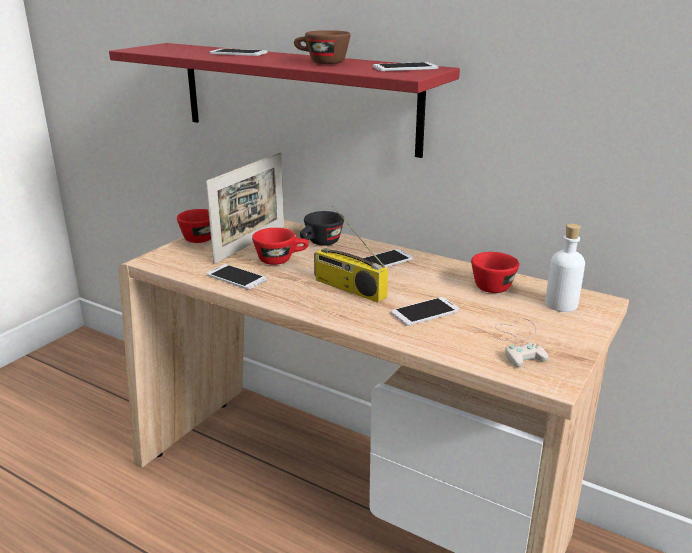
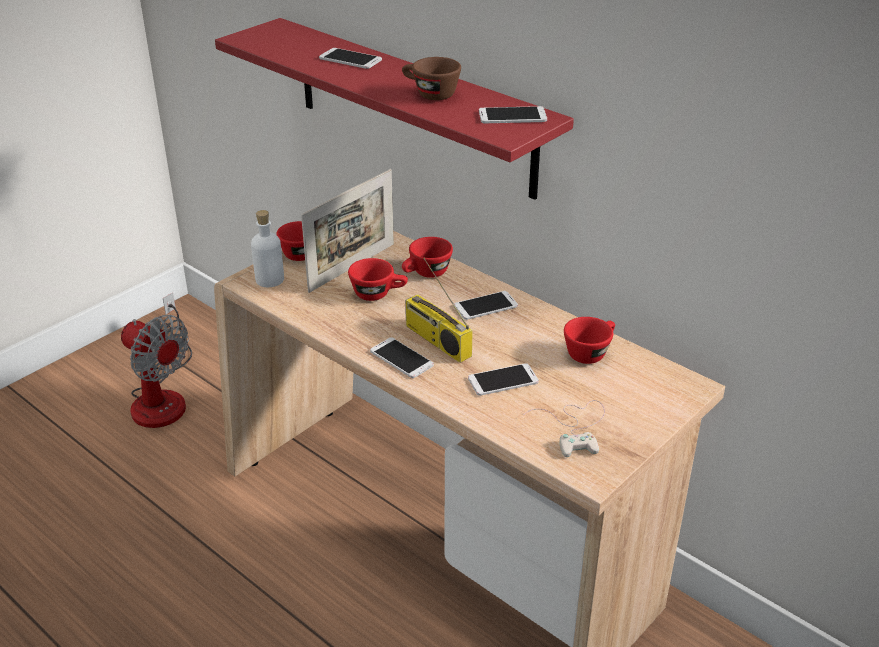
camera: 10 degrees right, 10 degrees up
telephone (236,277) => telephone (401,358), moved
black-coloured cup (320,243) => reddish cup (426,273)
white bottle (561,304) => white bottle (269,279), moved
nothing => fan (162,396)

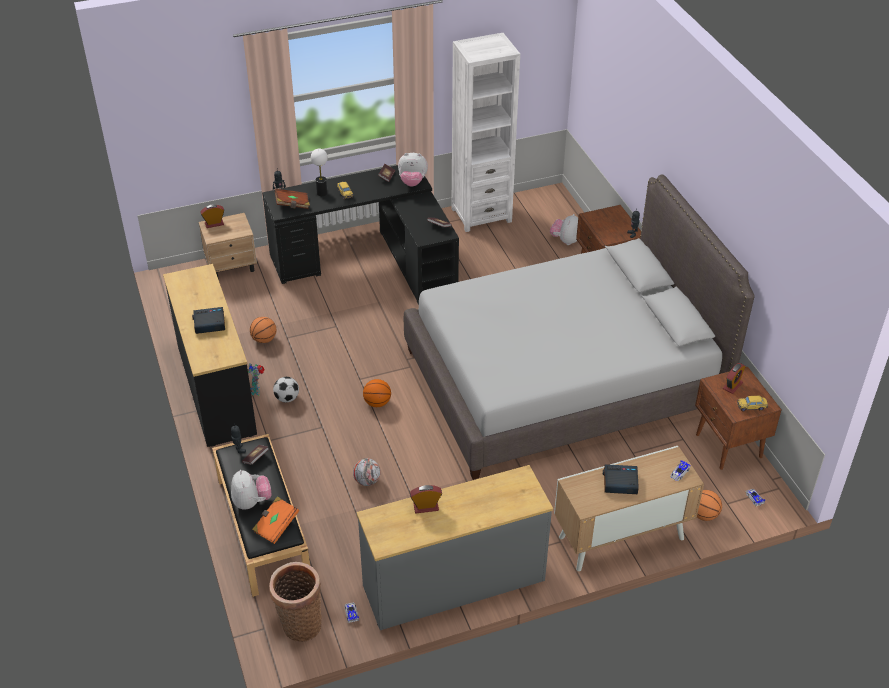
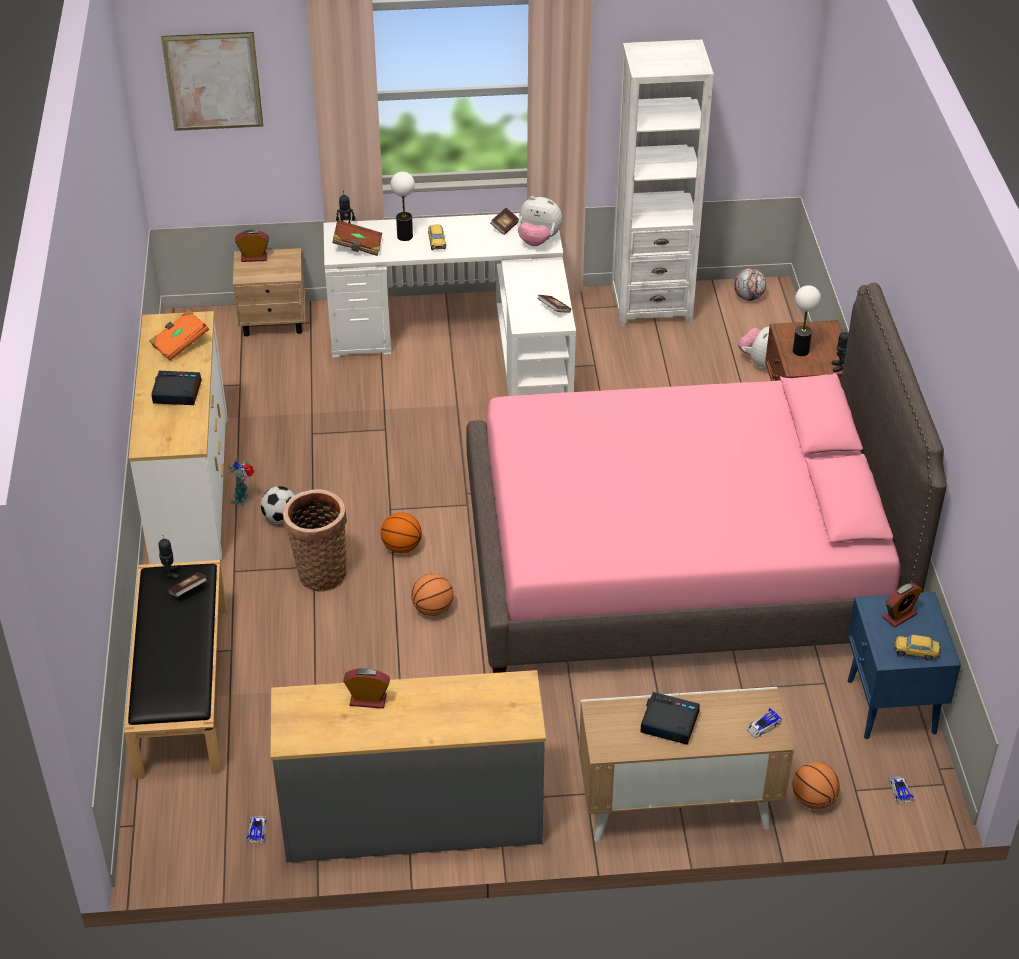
camera: 15 degrees right, 0 degrees up
black-coloured dresser (215,390) => white dresser (189,488)
soft toy (251,502) => nothing
ball for basketball (264,339) => ball for basketball (433,609), moved
orange bound book (276,525) => orange bound book (180,344), moved
black-coloured desk (373,260) => white desk (472,344)
storage basket (299,624) => storage basket (320,572), moved
football ball (367,481) => football ball (748,297), moved
gray bedroom bed (563,380) => pink bedroom bed (680,563)
brown-coloured bedside table (728,446) => blue-coloured bedside table (891,707)
nothing => wall art (213,81)
nothing => lamp for a table (800,351)

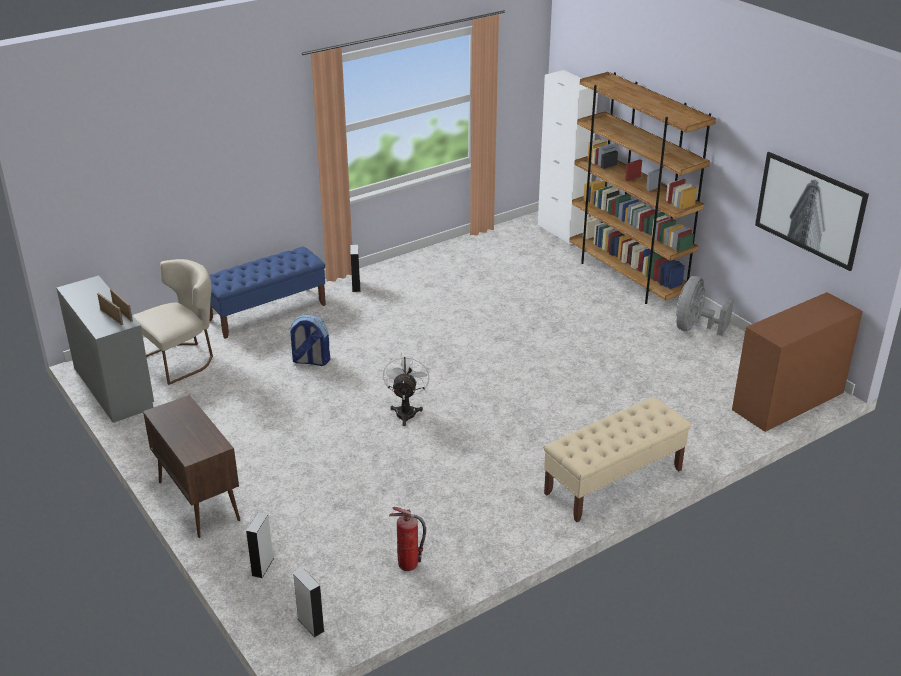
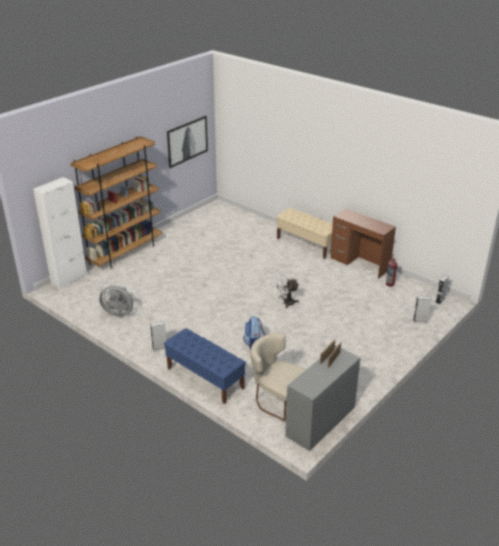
camera: 105 degrees left, 0 degrees up
brown-coloured storage cabinet (198,500) => nothing
gray fan (695,328) => gray fan (118,312), moved
brown-coloured desk (788,401) => brown-coloured desk (360,264), moved

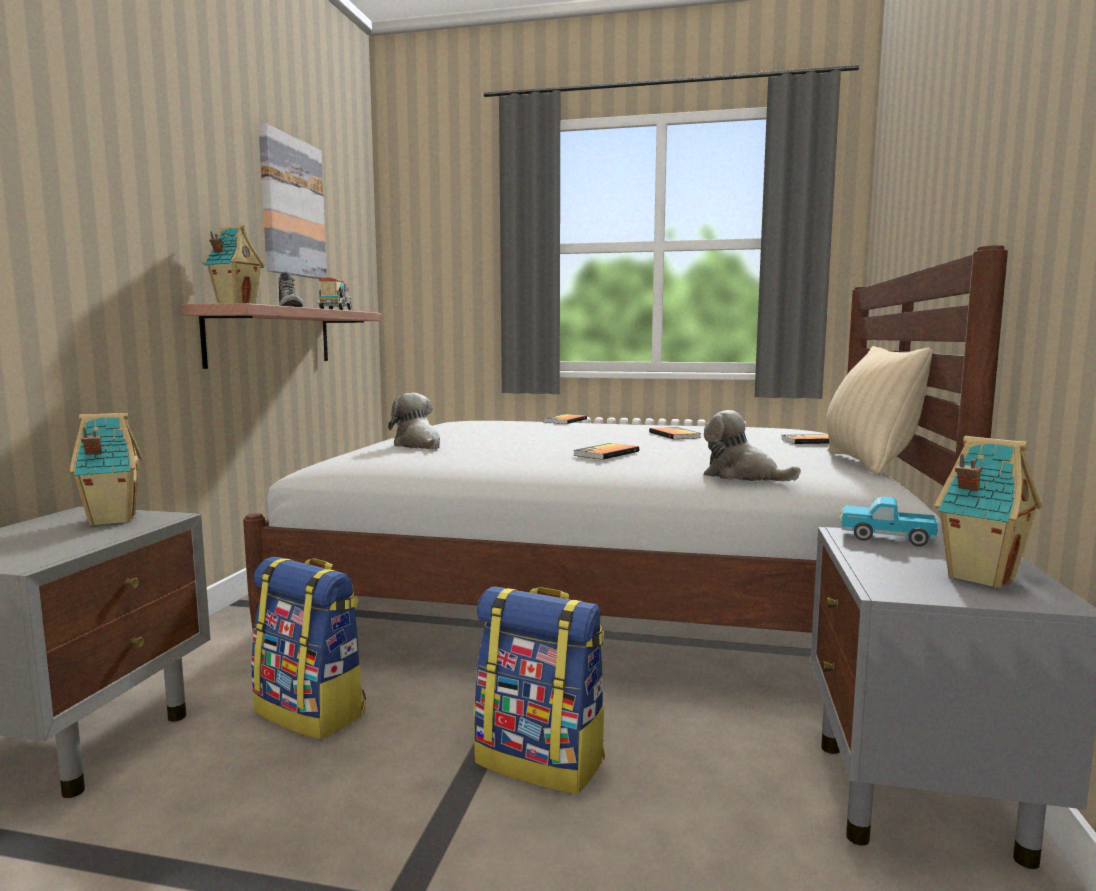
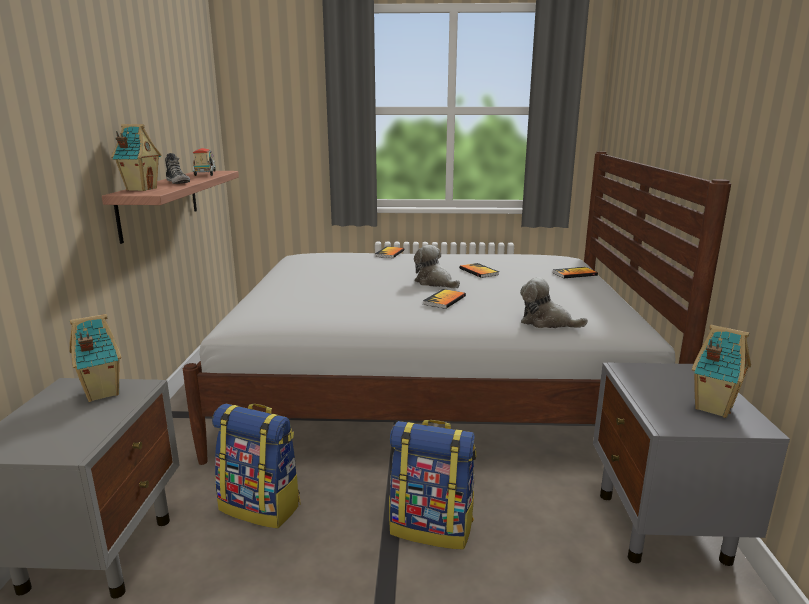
camera: 10 degrees left, 10 degrees up
wall art (291,207) => nothing
soft toy (418,445) => soft toy (435,283), moved
beige pillow (868,463) => nothing
toy truck (885,538) => nothing

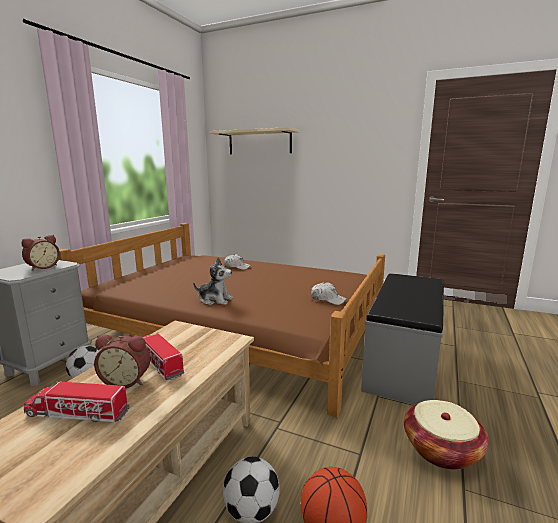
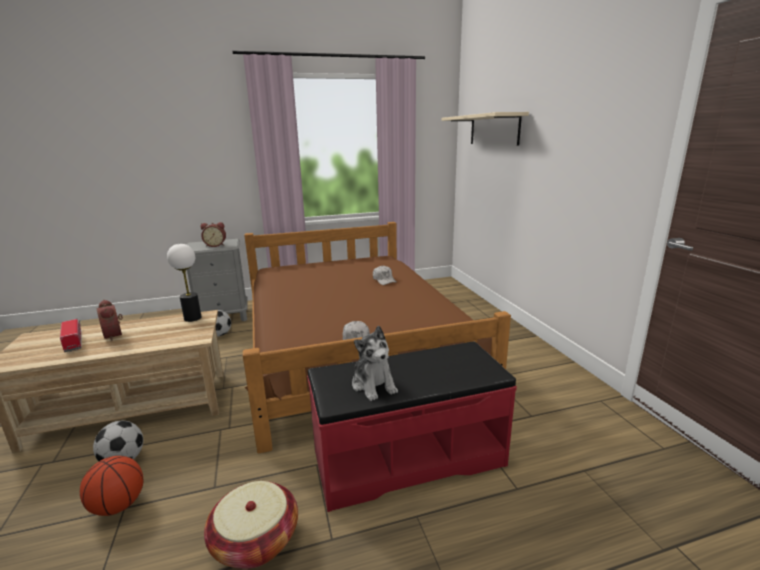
camera: 50 degrees right, 5 degrees up
toy truck (159,362) => nothing
soft toy (215,300) => soft toy (373,385), moved
gray indoor bench (402,362) => reddish indoor bench (407,457)
nothing => lamp for a table (192,318)

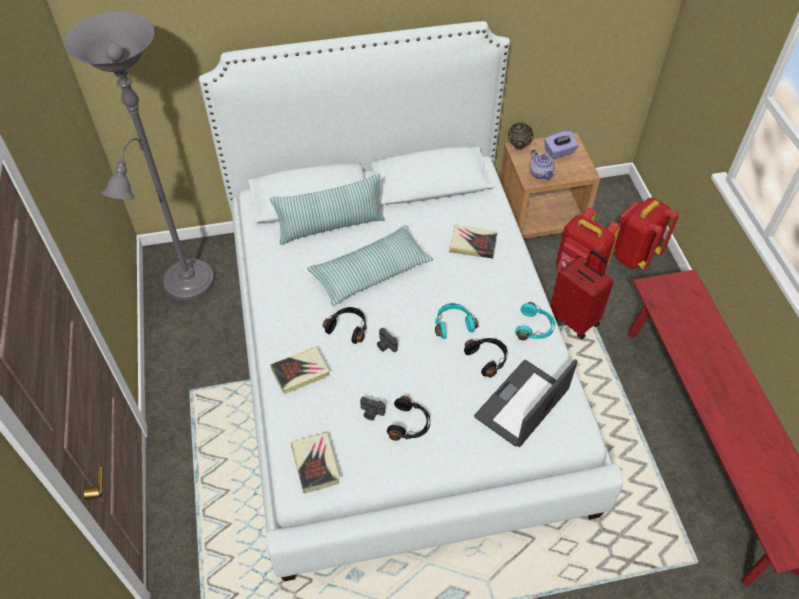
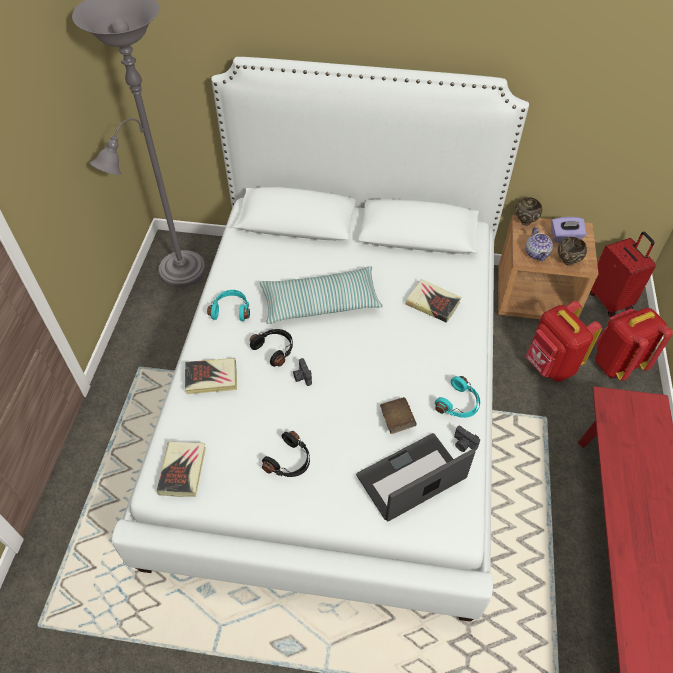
camera: 20 degrees right, 0 degrees up
pillow (331,226) => nothing
photo camera (371,413) => photo camera (463,444), moved
blue-green pair of headphones (453,324) => blue-green pair of headphones (231,310), moved
black-coloured pair of headphones (487,358) => brown-coloured bound book (397,420)
reddish piece of luggage (574,319) => reddish piece of luggage (610,300), moved
nothing => brown-coloured bowl (567,261)

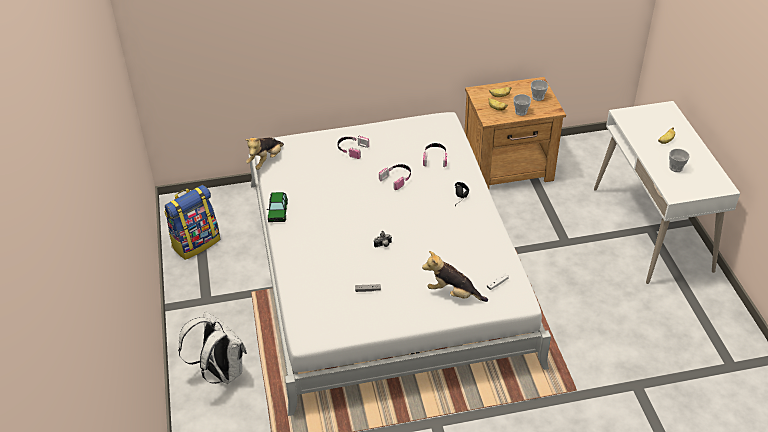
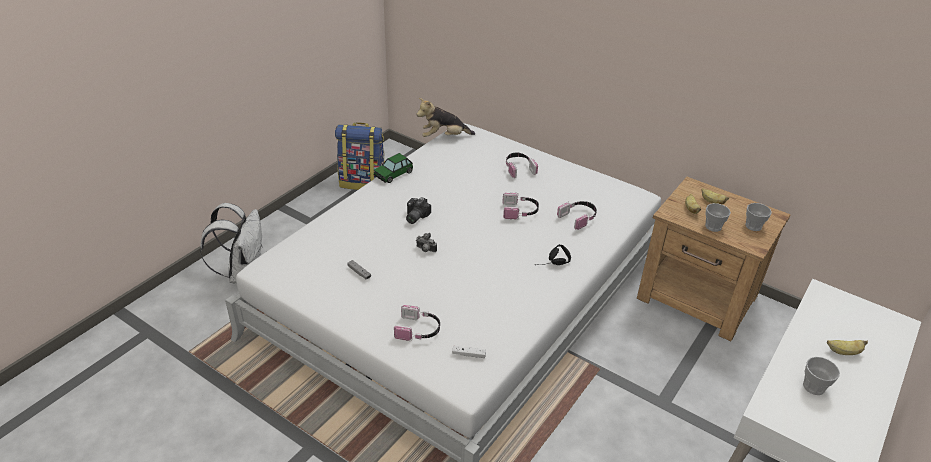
camera: 45 degrees right, 5 degrees down
soft toy (453,293) => pair of headphones (418,330)
nothing => photo camera (414,217)

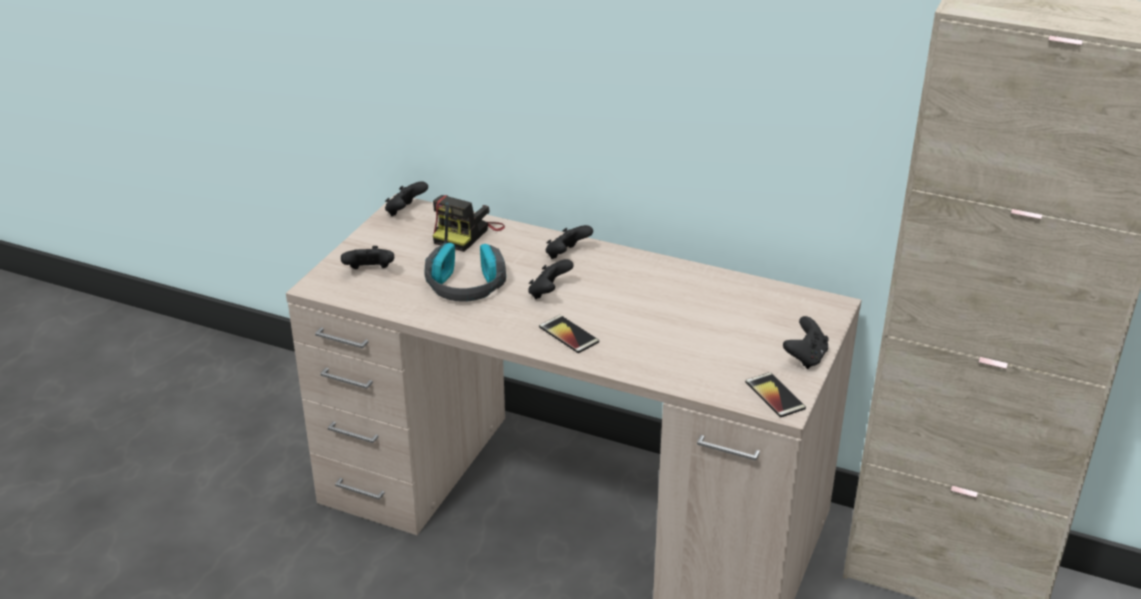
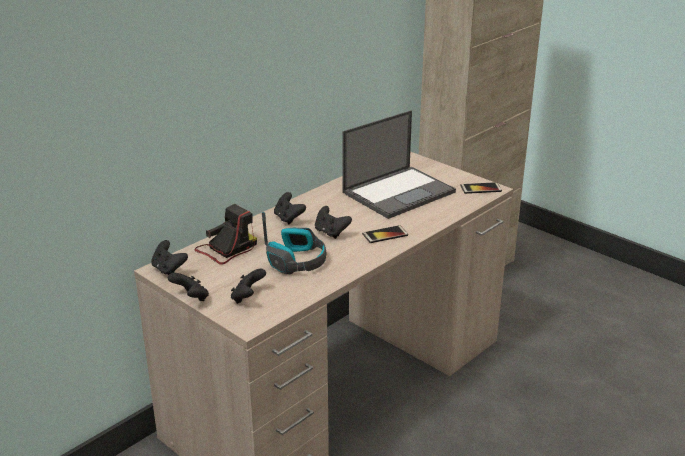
camera: 70 degrees left, 5 degrees down
photo camera (467,233) => photo camera (226,249), 90 degrees counterclockwise
black-coloured gamepad (805,358) => black-coloured gamepad (191,298), moved
nothing => portable computer (399,192)

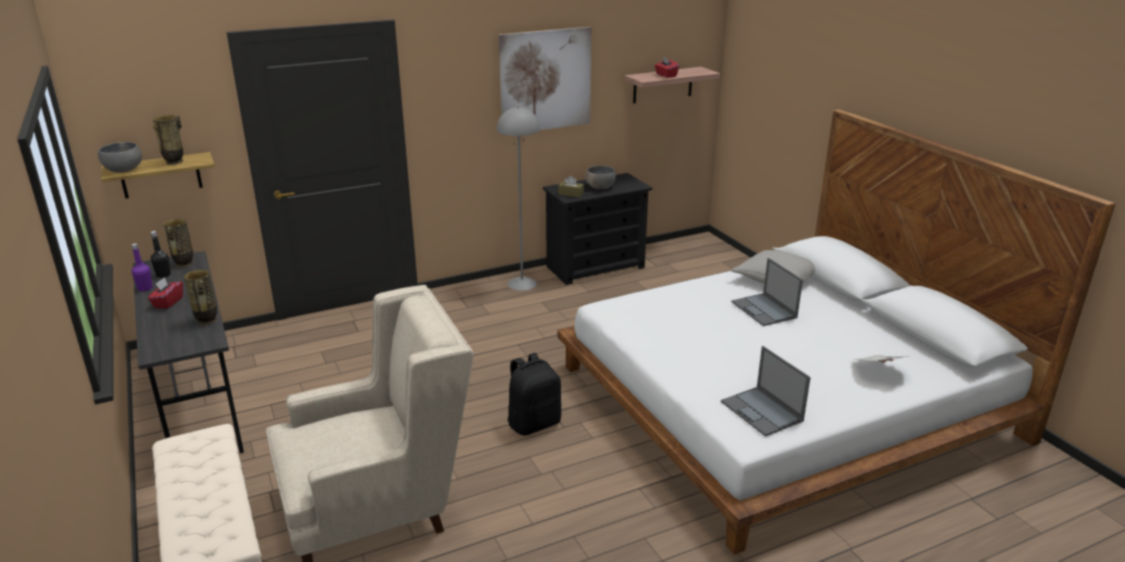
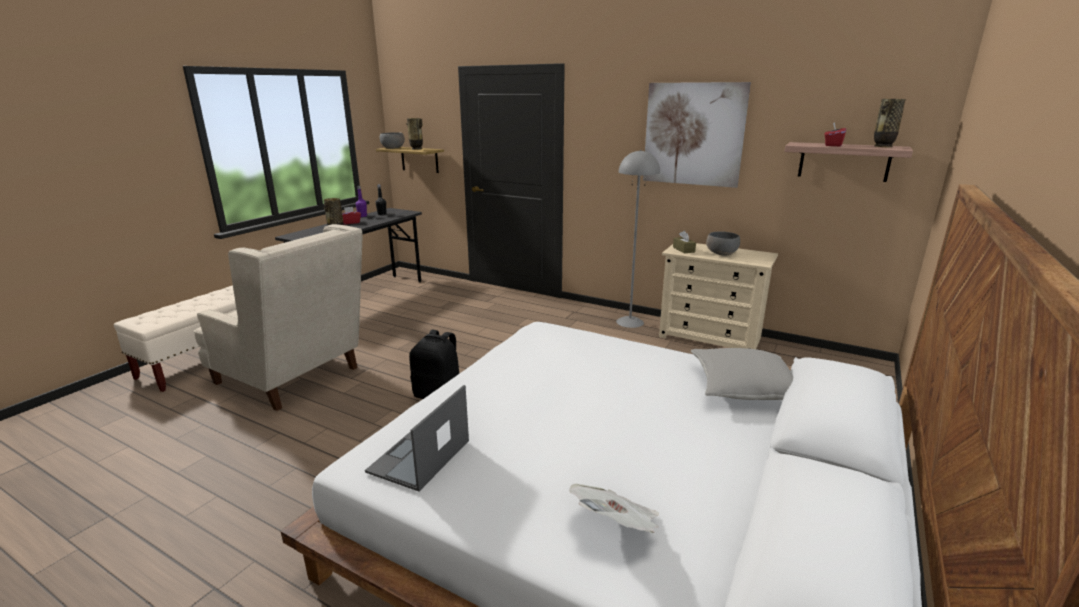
camera: 55 degrees right, 5 degrees down
flower vase (184,264) => flower vase (882,146), moved
black-coloured dresser (596,267) => beige dresser (710,337)
portable computer (764,310) => nothing

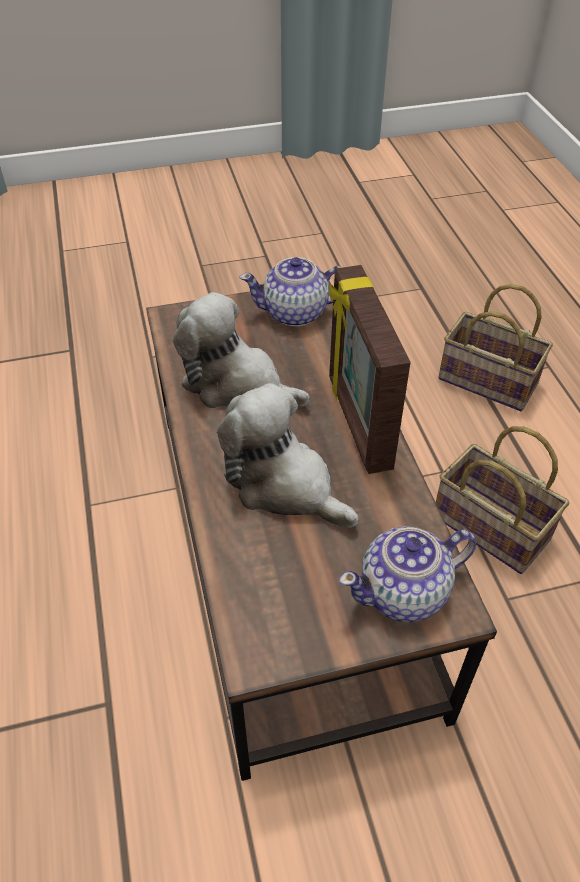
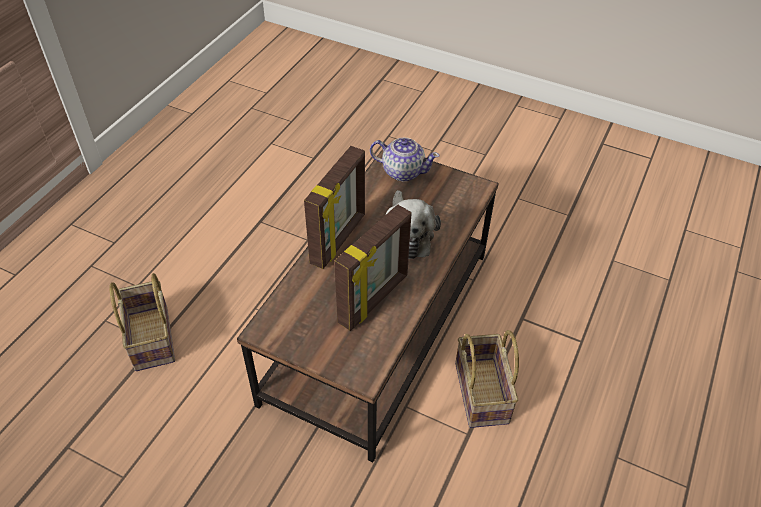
camera: 140 degrees left, 0 degrees up
soft toy (236,384) => standing frame (374,299)
pot for tea (296,313) => nothing
storage basket (487,527) => storage basket (483,394), moved

